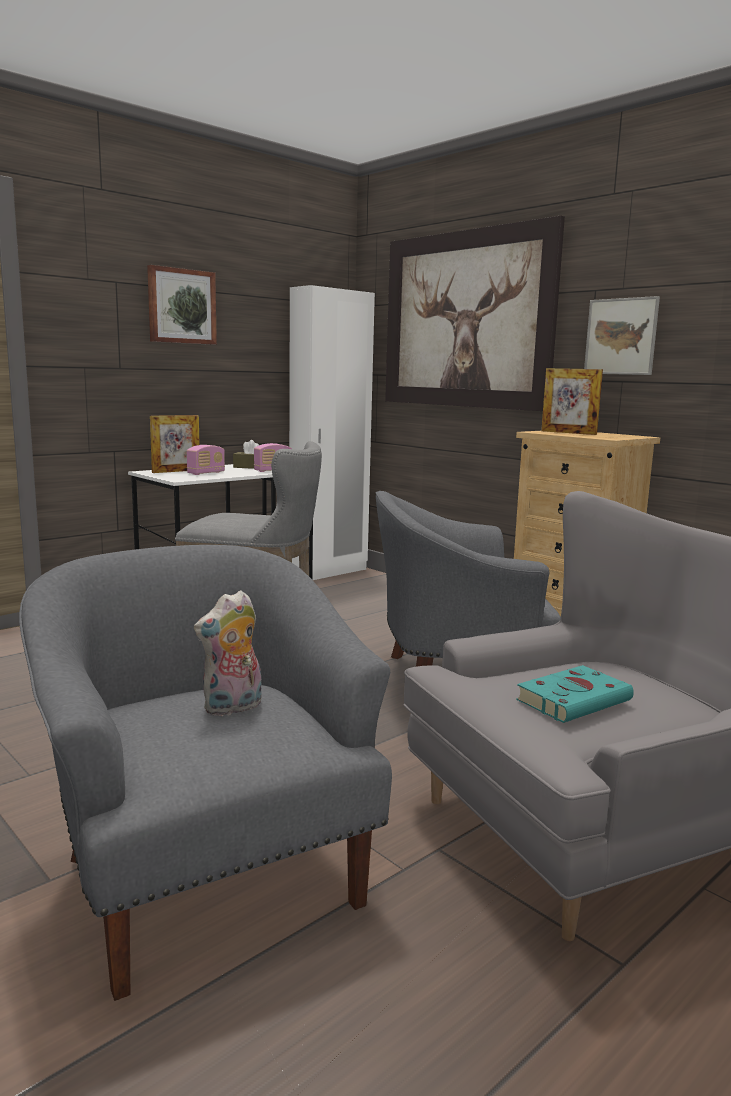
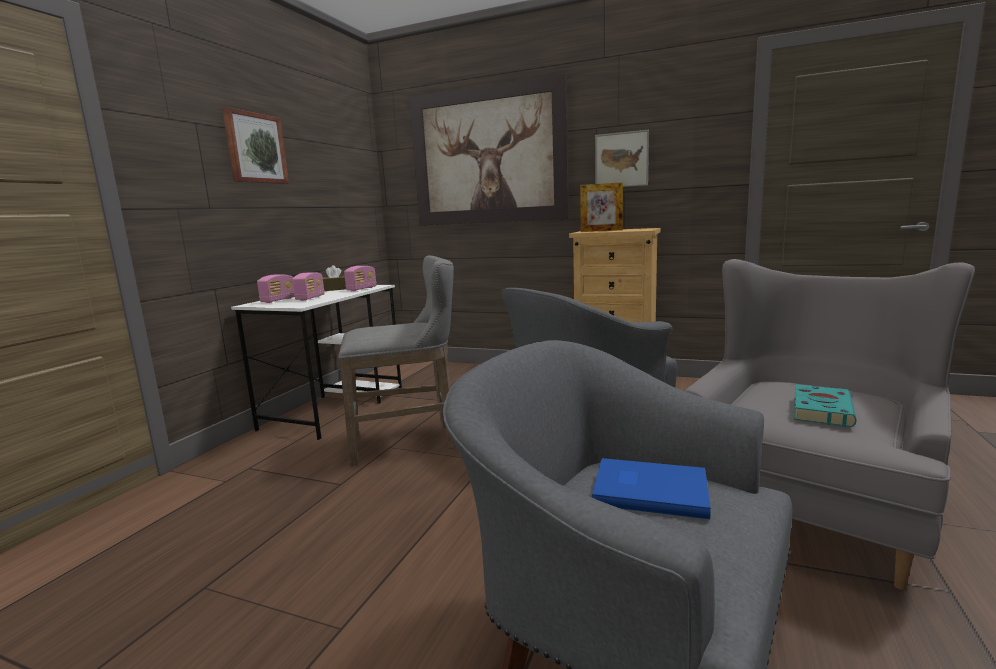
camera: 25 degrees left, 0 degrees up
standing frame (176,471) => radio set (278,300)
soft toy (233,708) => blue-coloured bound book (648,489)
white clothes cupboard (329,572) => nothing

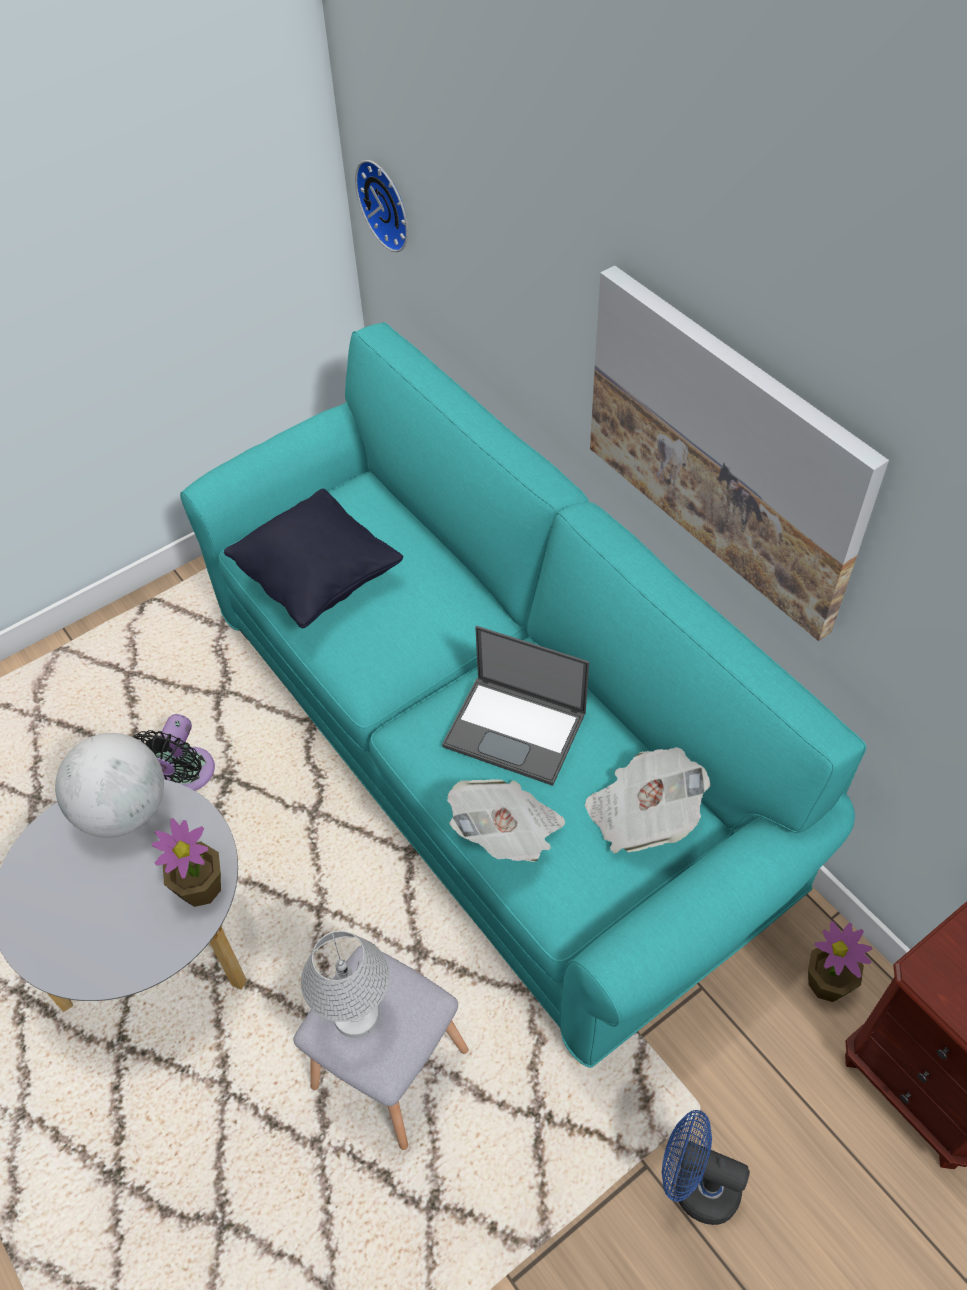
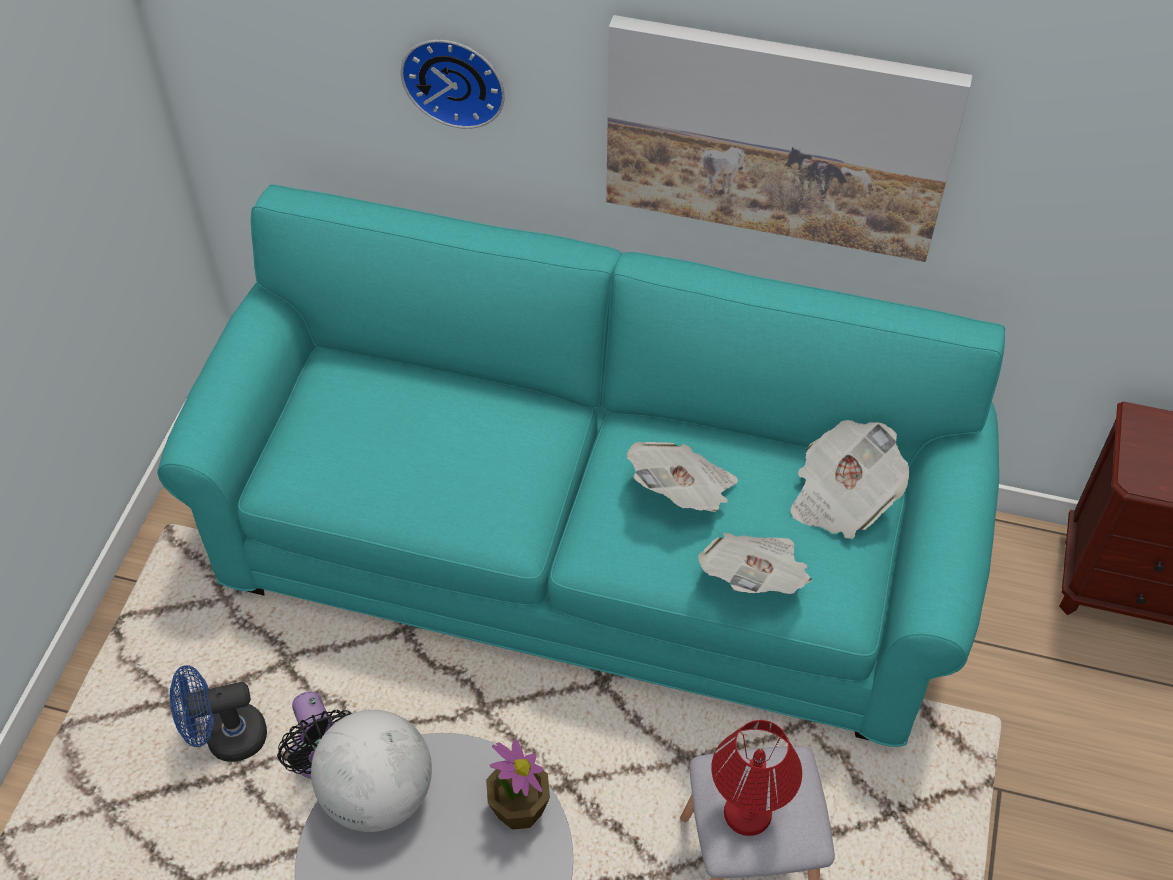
camera: 40 degrees left, 0 degrees up
black-coloured pillow (318,579) => nothing
white lamp for a table (355,1015) => reddish lamp for a table (747,813)
wall clock (388,203) => wall clock (455,79), moved
portable computer (516,729) => newspaper (683,492)
blue-coloured fan (696,1185) => blue-coloured fan (226,738), moved
houseplant (828,983) => nothing

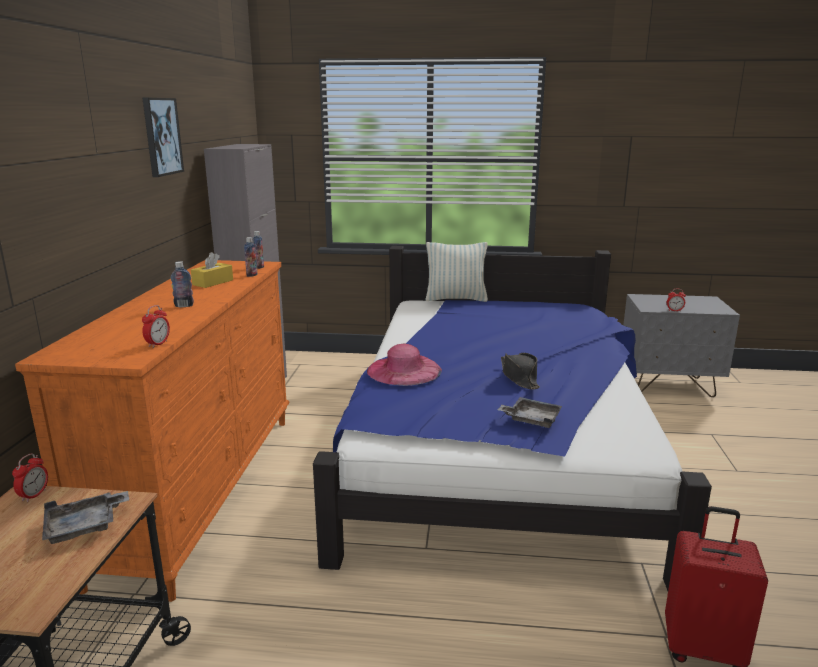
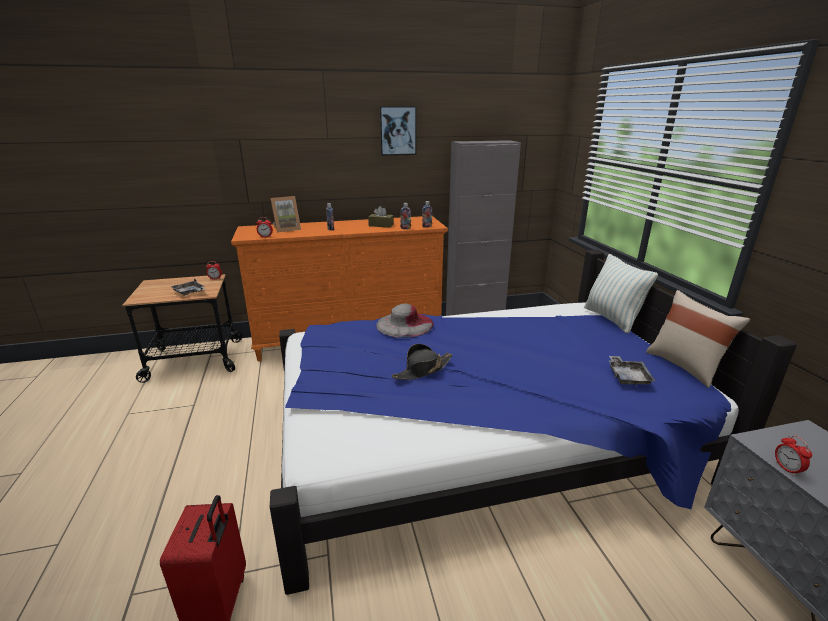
camera: 70 degrees right, 5 degrees up
yellowish tissue holder (213,282) => brown-coloured tissue holder (381,225)
pink wearable hat (404,370) => gray wearable hat (404,324)
gray tray (531,419) => gray tray (628,376), moved
nothing => standing frame (286,229)
nothing => beige pillow (685,366)

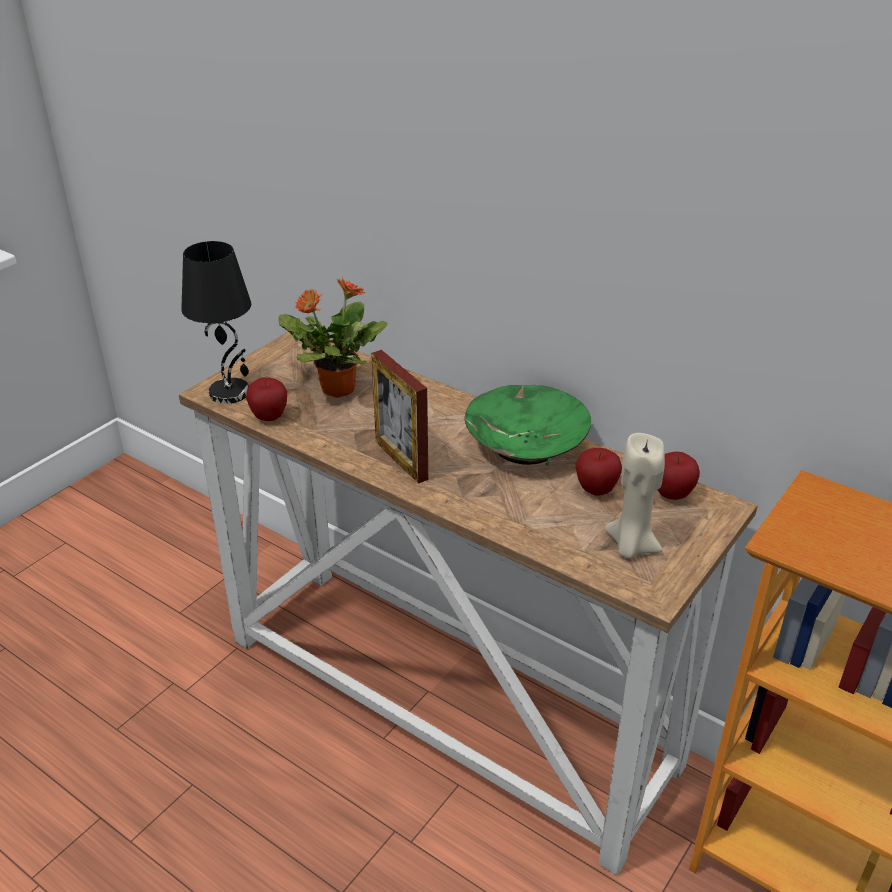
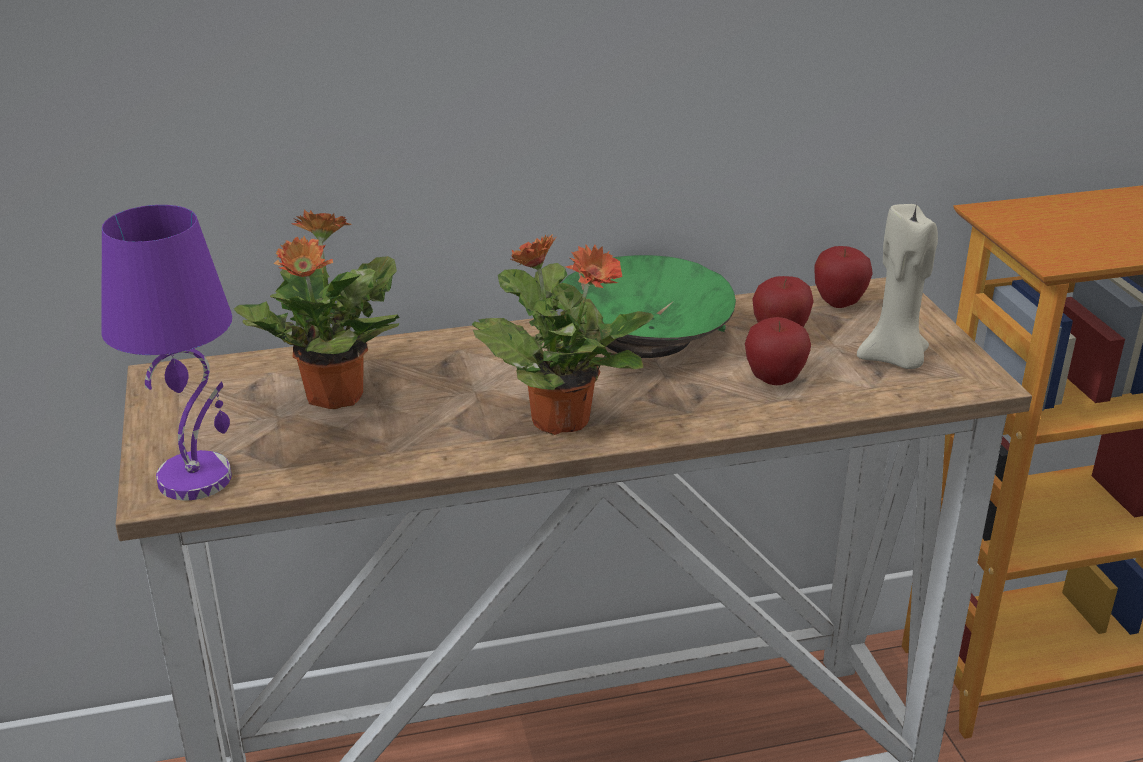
camera: 50 degrees left, 5 degrees down
black-coloured lamp for a table (230,392) => purple-coloured lamp for a table (196,478)
apple fruit (269,417) => apple fruit (774,380), moved
standing frame (401,460) => houseplant (559,419)

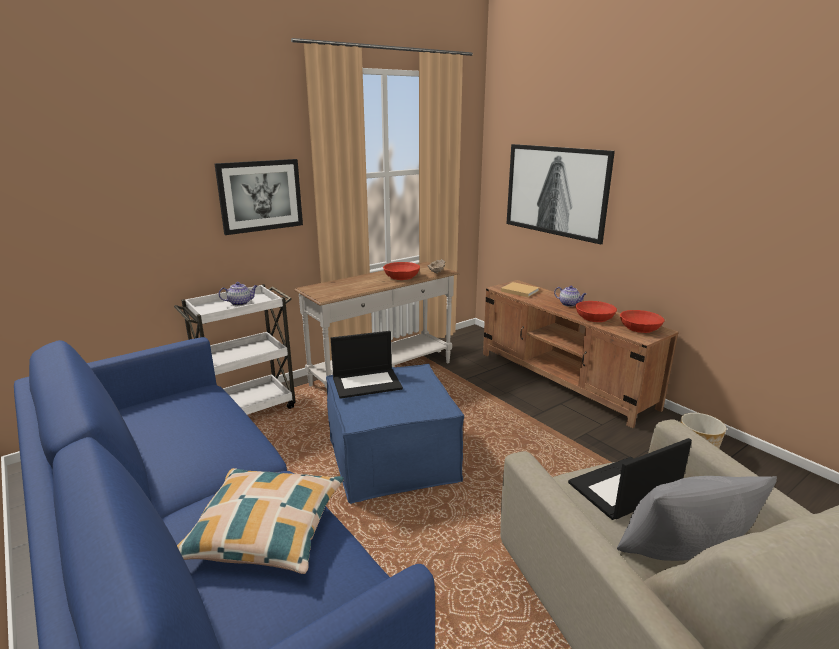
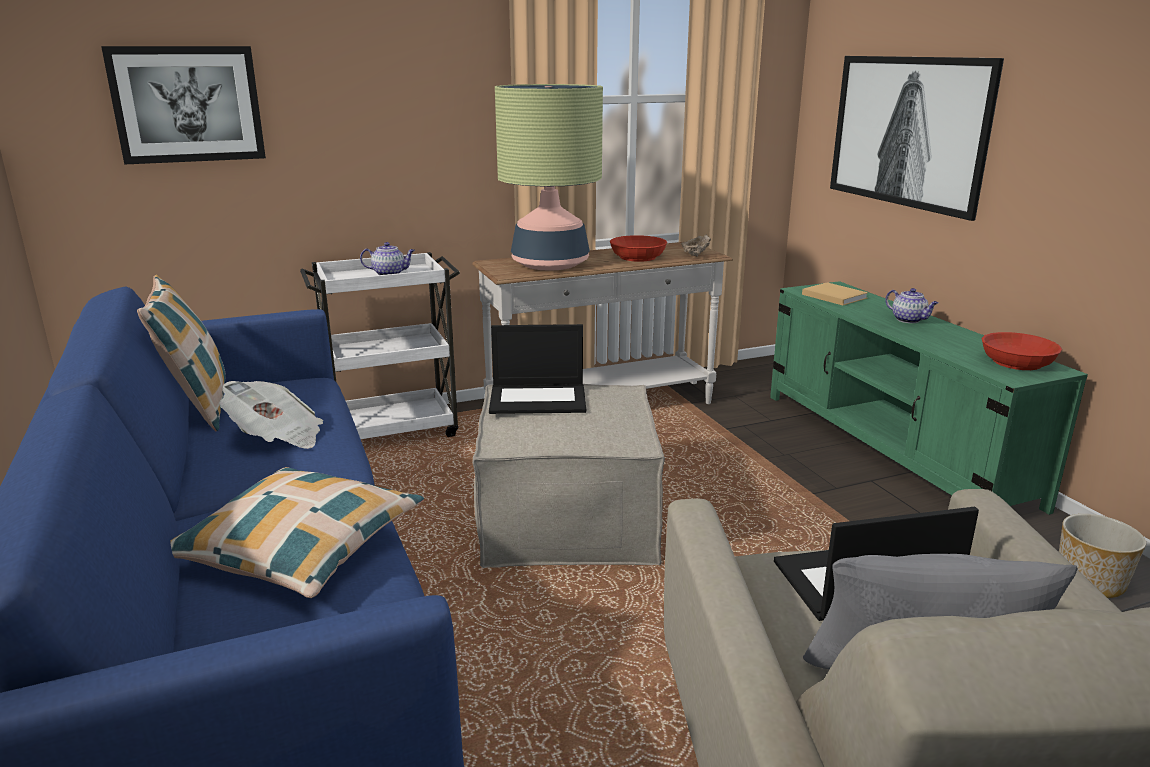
camera: 15 degrees right, 0 degrees up
wall art (260,196) => wall art (187,104), moved
blue-coloured footrest (393,459) => beige footrest (568,520)
brown-coloured tv stand (564,380) => green tv stand (892,447)
reddish bowl (594,317) => nothing
nothing => pillow (197,408)
nothing => newspaper (277,437)
nothing => lamp for a table (550,264)

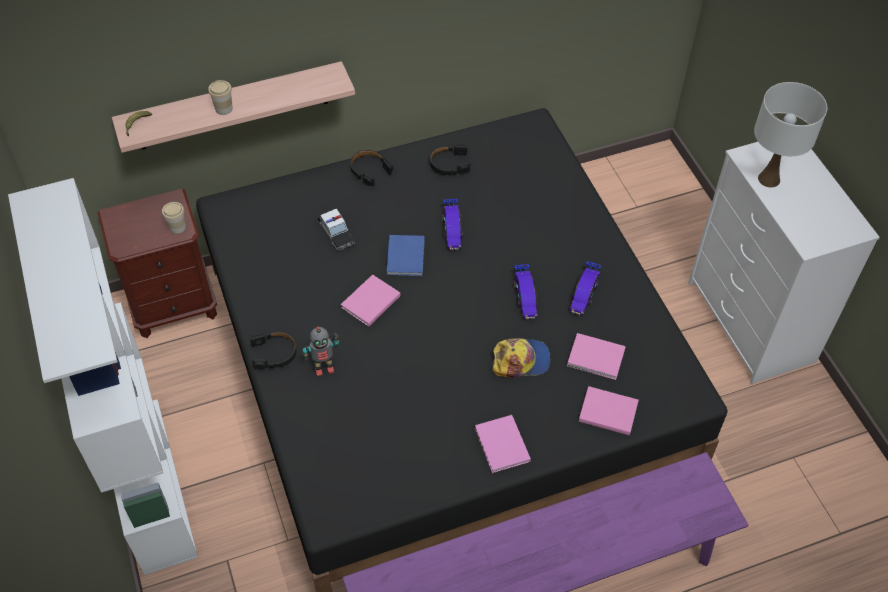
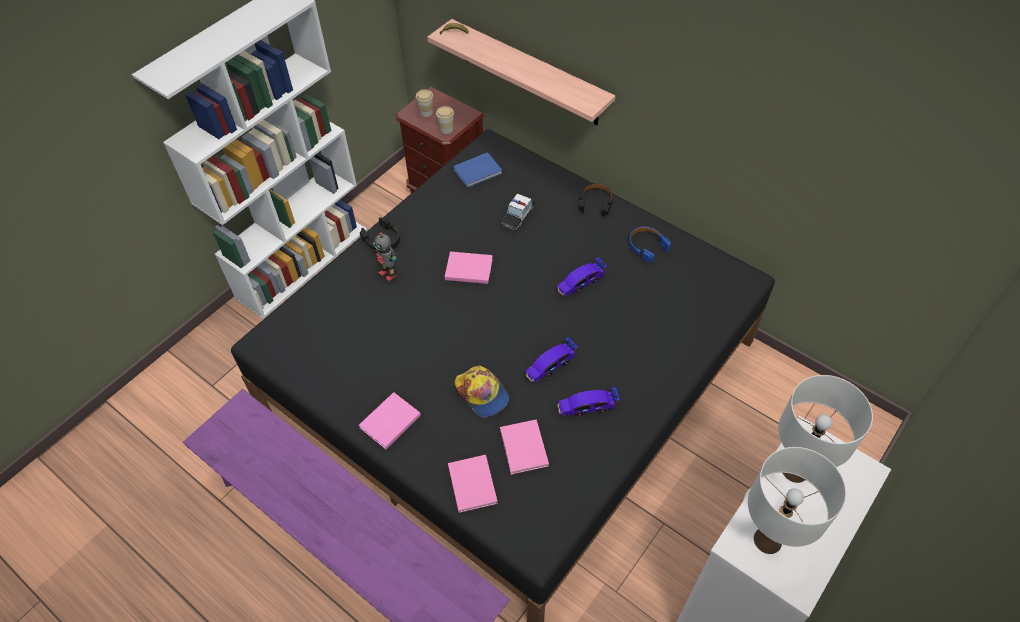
camera: 60 degrees right, 0 degrees up
cup (224,109) => cup (426,112), moved
blue-coloured bound book (406,256) => blue-coloured bound book (479,171), moved
black-coloured pair of headphones (449,164) => blue-coloured pair of headphones (646,246)
nothing => white lamp for a table (768,540)

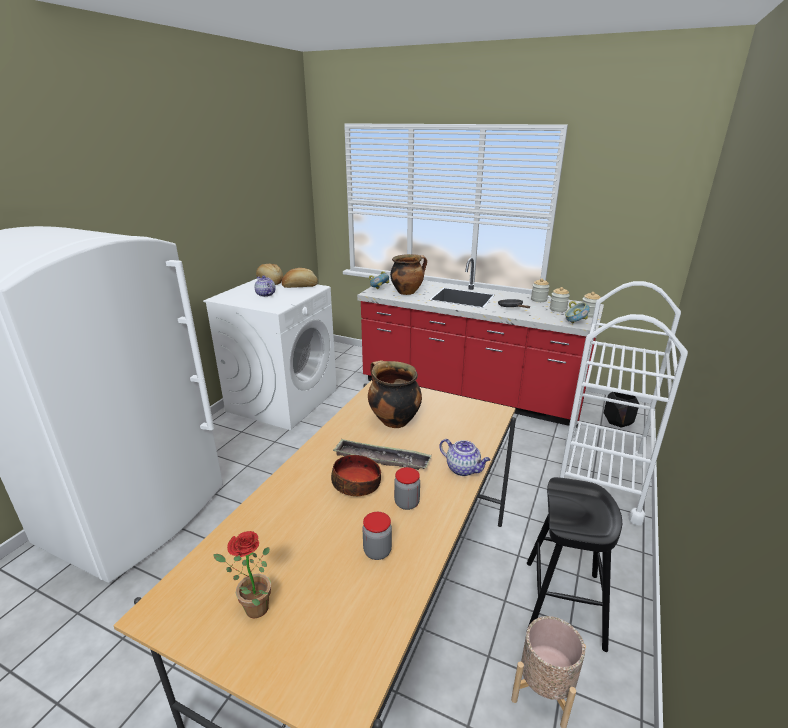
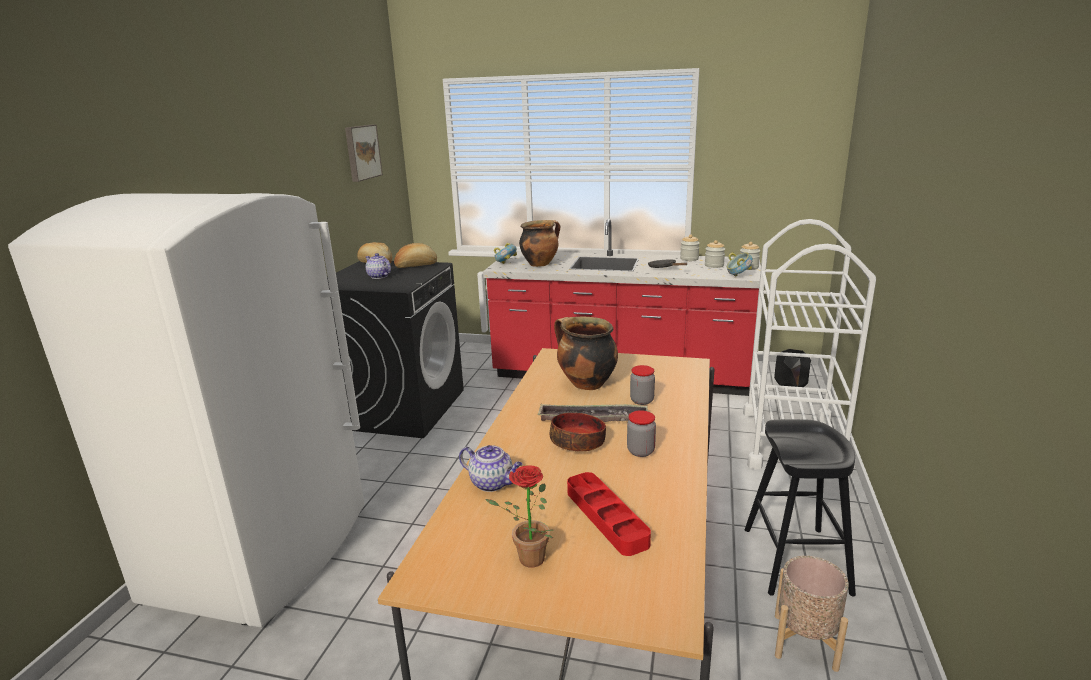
camera: 10 degrees left, 5 degrees down
white washing machine (283,400) => black-coloured washing machine (401,408)
jar (377,551) => jar (642,400), moved
pot for tea (463,469) => pot for tea (493,483), moved
nothing => wall art (361,152)
nothing => reddish tray (606,517)

